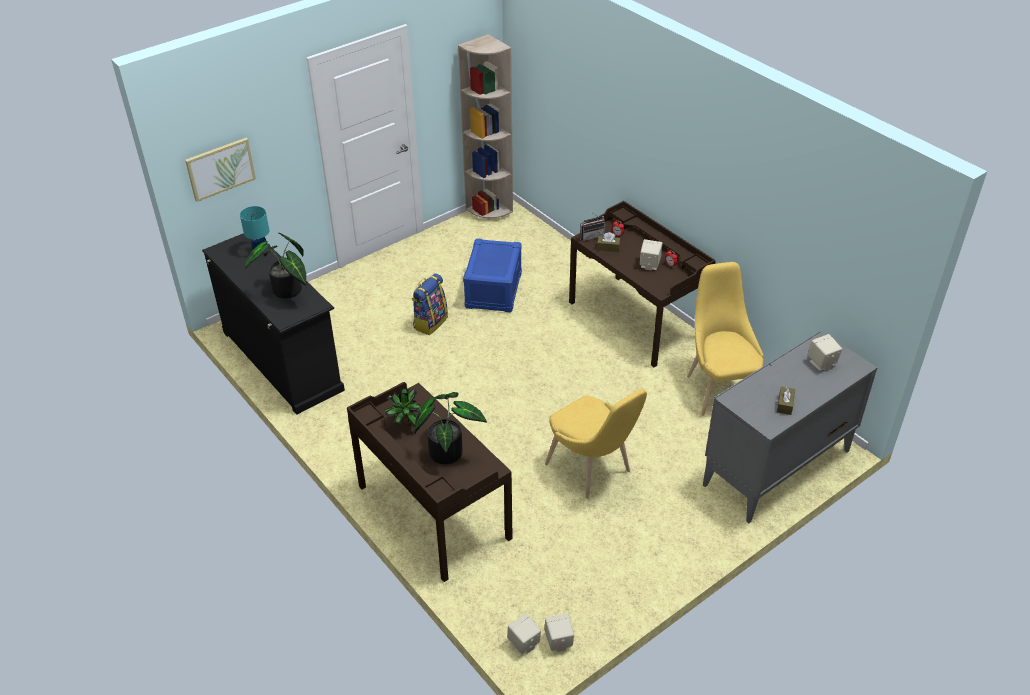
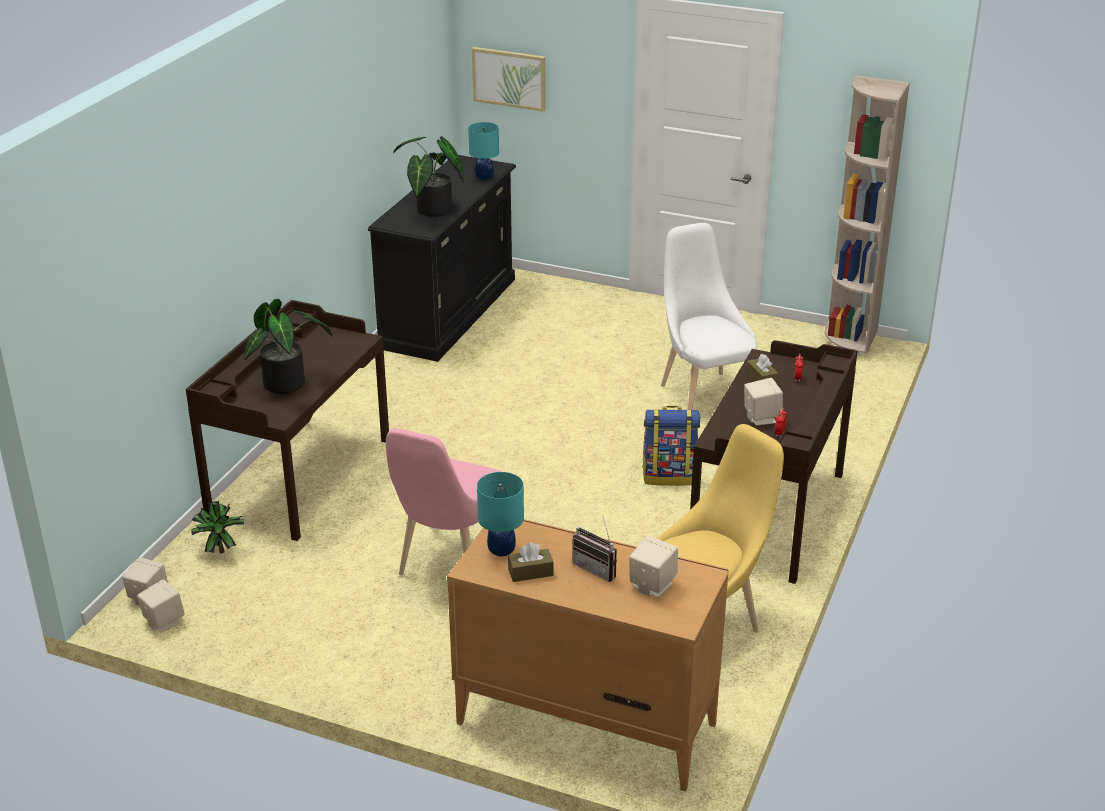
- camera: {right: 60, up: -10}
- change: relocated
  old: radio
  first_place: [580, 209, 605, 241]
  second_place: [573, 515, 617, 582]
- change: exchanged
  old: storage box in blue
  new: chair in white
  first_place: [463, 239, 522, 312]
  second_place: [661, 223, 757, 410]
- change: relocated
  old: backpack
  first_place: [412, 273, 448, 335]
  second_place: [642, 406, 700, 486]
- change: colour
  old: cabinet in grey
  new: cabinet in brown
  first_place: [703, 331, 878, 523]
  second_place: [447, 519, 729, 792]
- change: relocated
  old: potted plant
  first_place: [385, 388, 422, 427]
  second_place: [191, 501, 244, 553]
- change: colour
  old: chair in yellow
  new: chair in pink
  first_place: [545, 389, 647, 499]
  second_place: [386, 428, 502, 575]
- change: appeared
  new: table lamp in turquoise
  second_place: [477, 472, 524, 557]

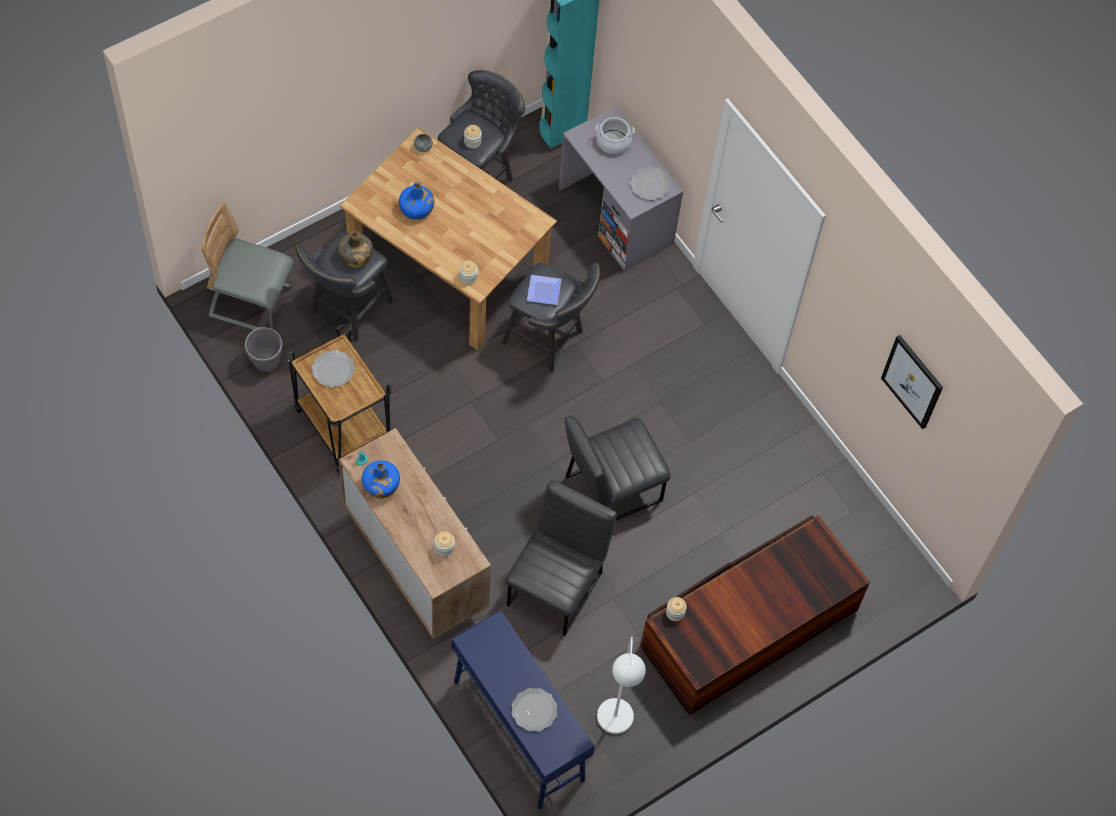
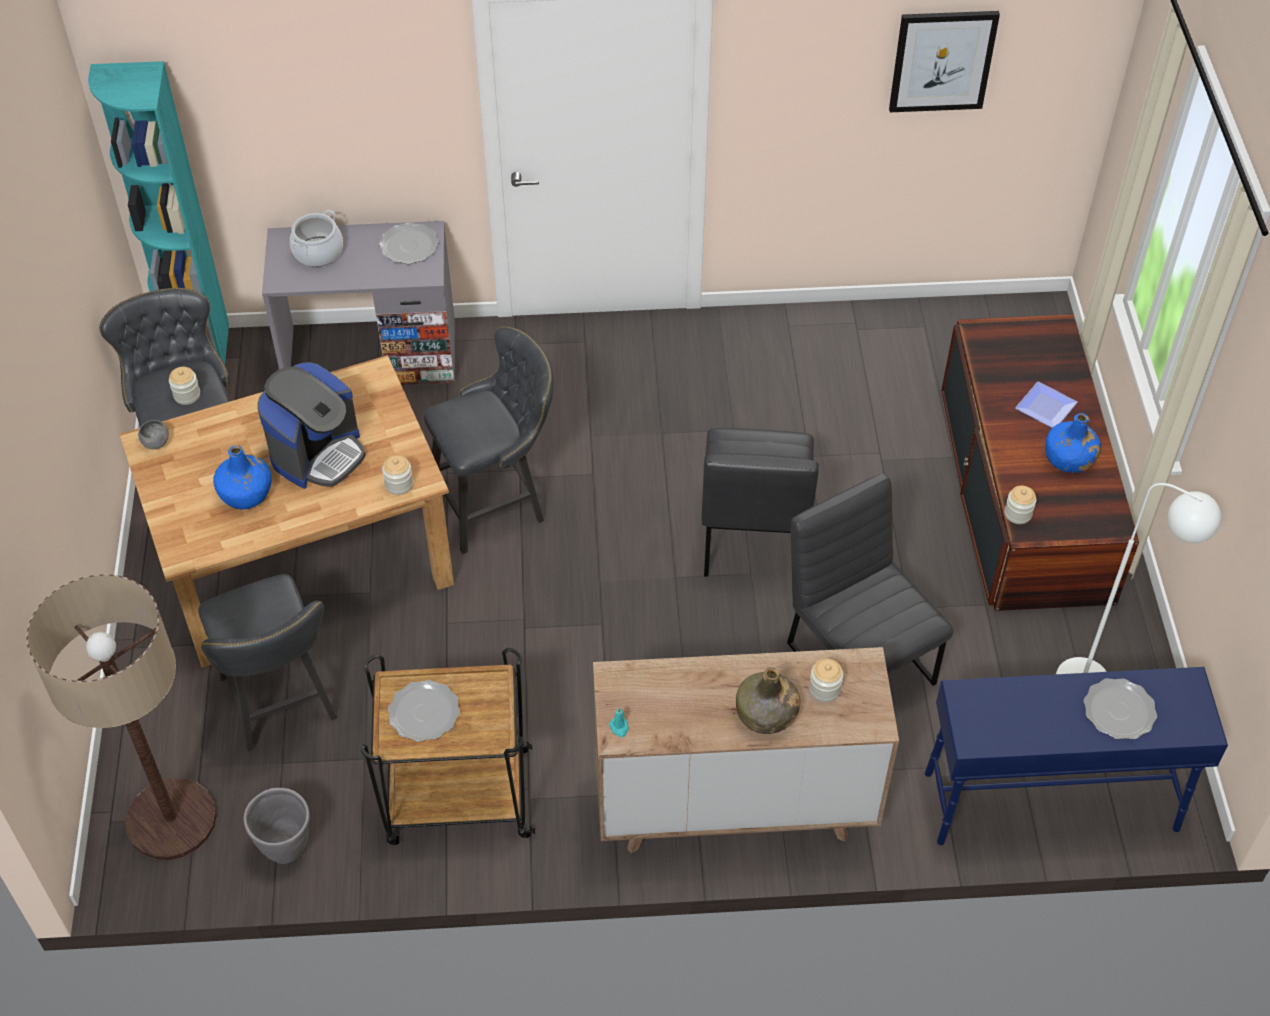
- camera: {right: -55, up: -10}
- change: exchanged
  old: chair in grey
  new: floor lamp
  first_place: [201, 202, 294, 330]
  second_place: [27, 574, 216, 860]
- change: relocated
  old: bottle in green
  first_place: [338, 231, 373, 268]
  second_place: [736, 667, 800, 734]
- change: relocated
  old: plate
  first_place: [527, 275, 562, 305]
  second_place: [1015, 381, 1078, 428]
- change: relocated
  old: bottle in blue
  first_place: [362, 460, 400, 498]
  second_place: [1045, 413, 1101, 473]
- change: appeared
  new: coffee machine
  second_place: [258, 362, 366, 489]

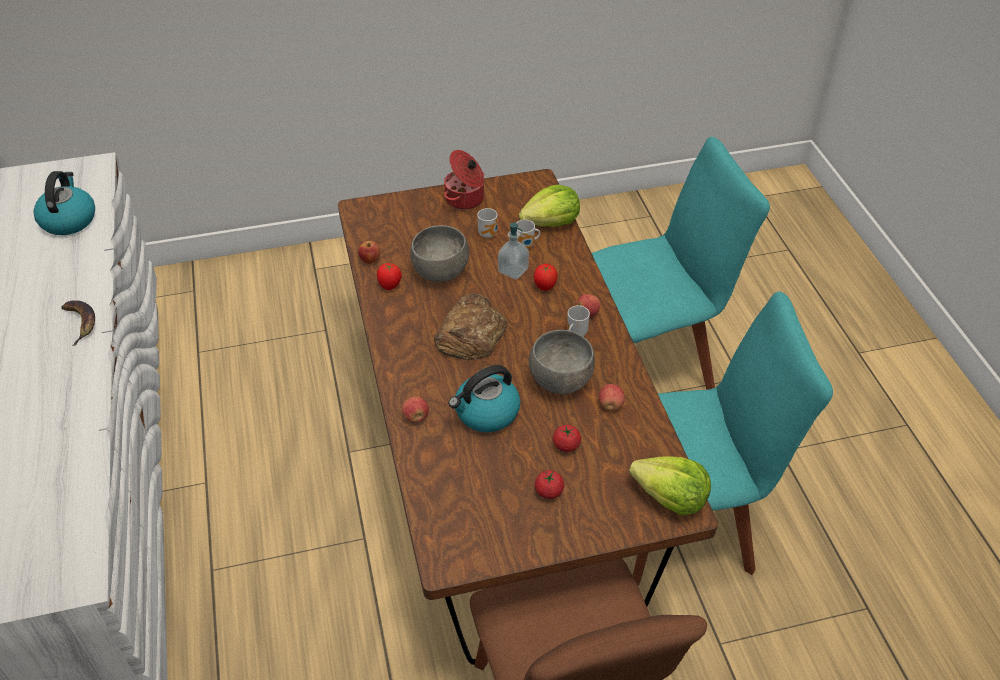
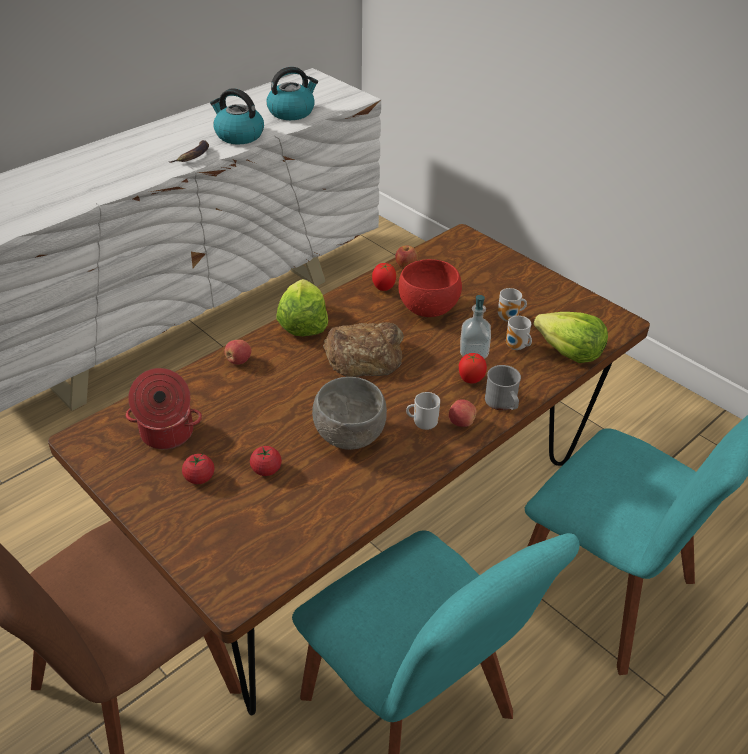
- camera: {right: 60, up: -5}
- change: relocated
  old: cooking pot
  first_place: [444, 150, 484, 210]
  second_place: [126, 368, 202, 449]
- change: colour
  old: bowl in grey
  new: bowl in red
  first_place: [410, 225, 469, 282]
  second_place: [399, 259, 462, 317]
- change: relocated
  old: kettle
  first_place: [448, 365, 521, 432]
  second_place: [210, 88, 264, 144]
- change: missing
  old: apple
  first_place: [599, 384, 625, 410]
- change: relocated
  old: lettuce
  first_place: [629, 456, 711, 516]
  second_place: [277, 279, 328, 336]
- change: appeared
  new: mug in grey
  second_place: [485, 365, 521, 411]

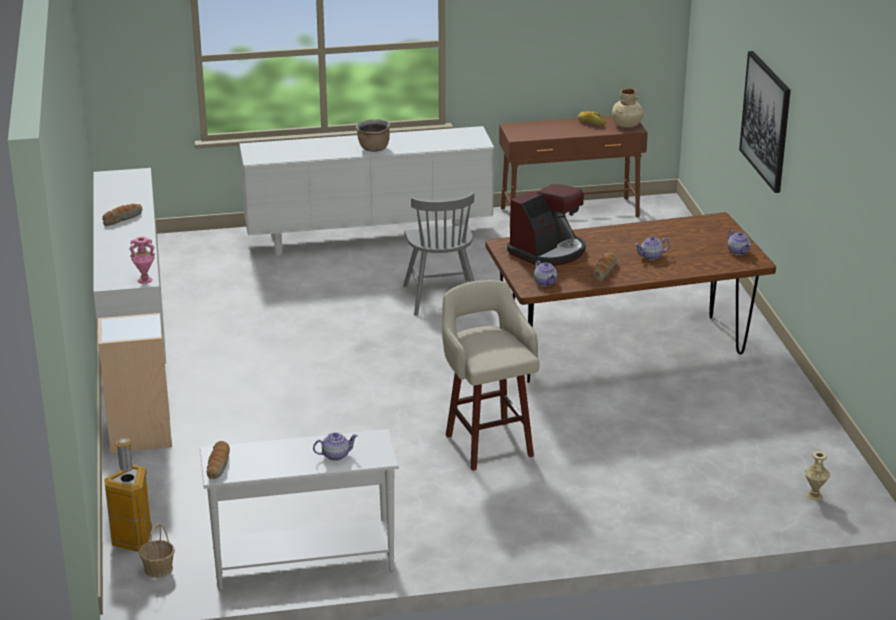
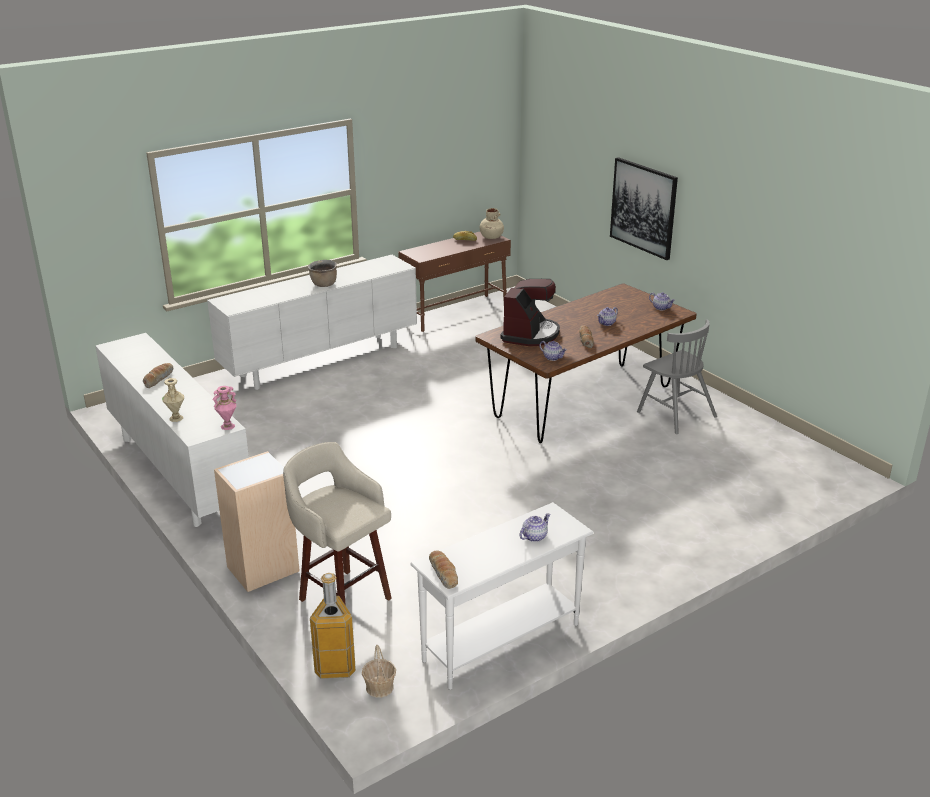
- camera: {right: -25, up: 0}
- change: relocated
  old: chair in grey
  first_place: [403, 192, 474, 316]
  second_place: [637, 319, 717, 434]
- change: relocated
  old: stool in beige
  first_place: [442, 280, 540, 471]
  second_place: [283, 442, 392, 606]
- change: relocated
  old: vase in beige
  first_place: [805, 450, 830, 501]
  second_place: [162, 378, 184, 422]

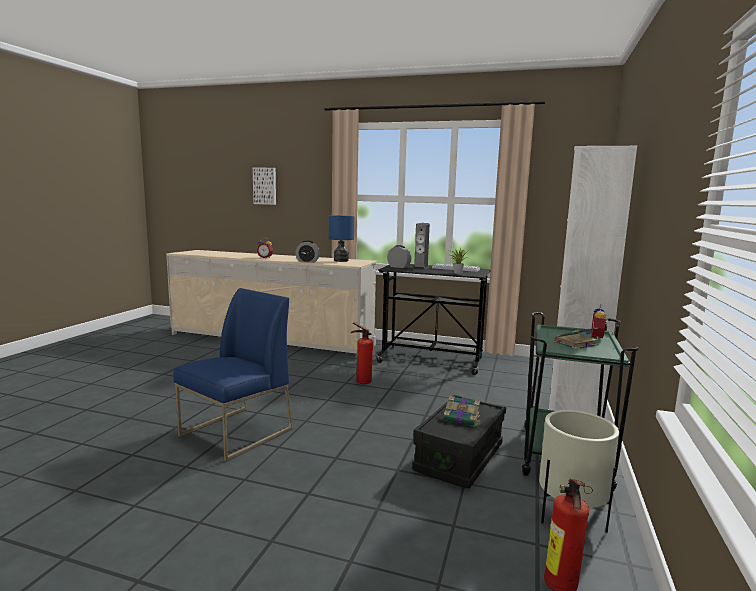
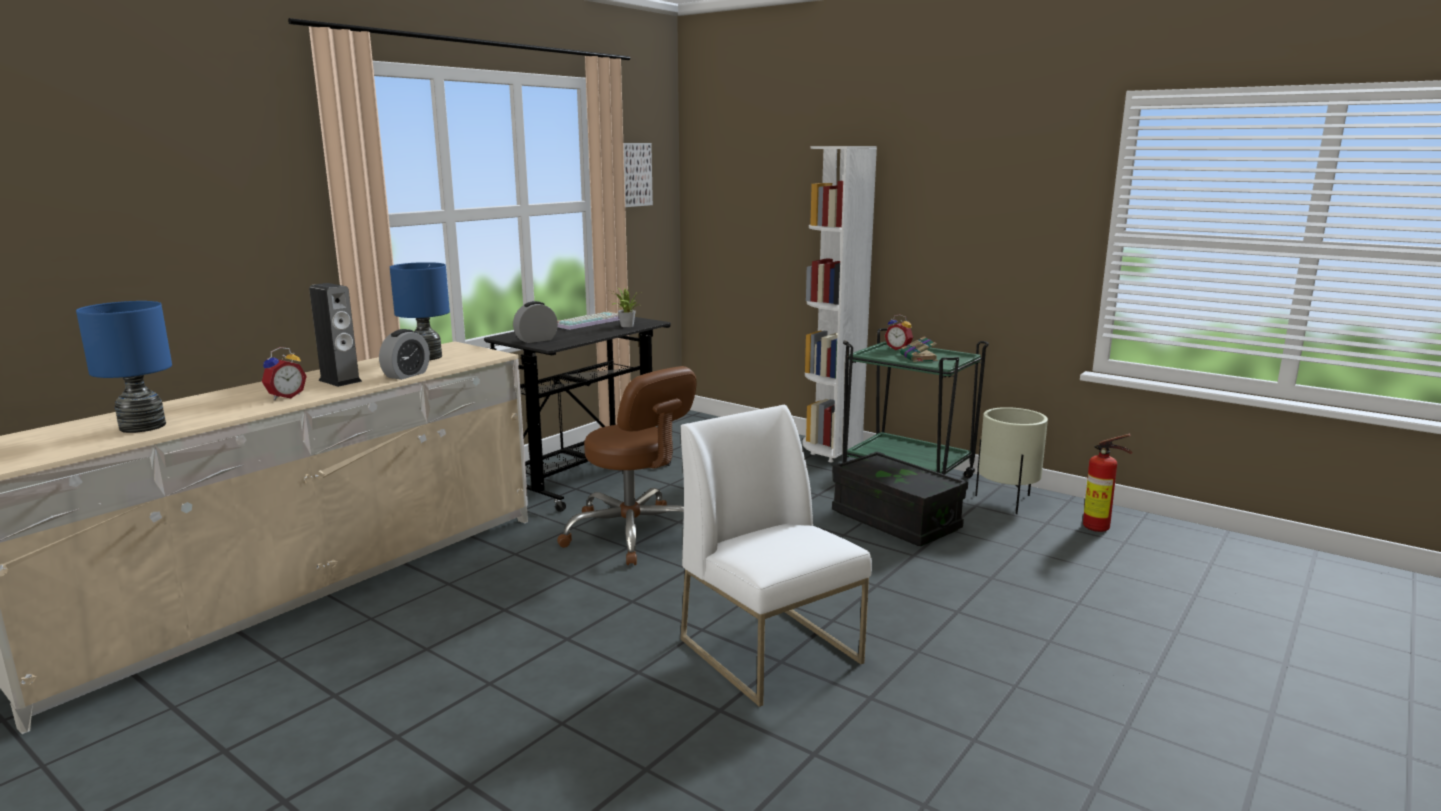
- camera: {right: -70, up: 5}
- change: relocated
  old: picture
  first_place: [253, 168, 276, 205]
  second_place: [623, 143, 653, 207]
- change: relocated
  old: speaker
  first_place: [413, 223, 430, 269]
  second_place: [309, 283, 362, 387]
- change: colour
  old: chair in blue
  new: chair in white
  first_place: [173, 288, 293, 462]
  second_place: [680, 405, 872, 707]
- change: exchanged
  old: fire extinguisher
  new: office chair in brown
  first_place: [351, 322, 373, 384]
  second_place: [557, 366, 697, 565]
- change: missing
  old: book
  first_place: [444, 396, 483, 426]
- change: appeared
  new: table lamp in blue
  second_place: [76, 301, 172, 433]

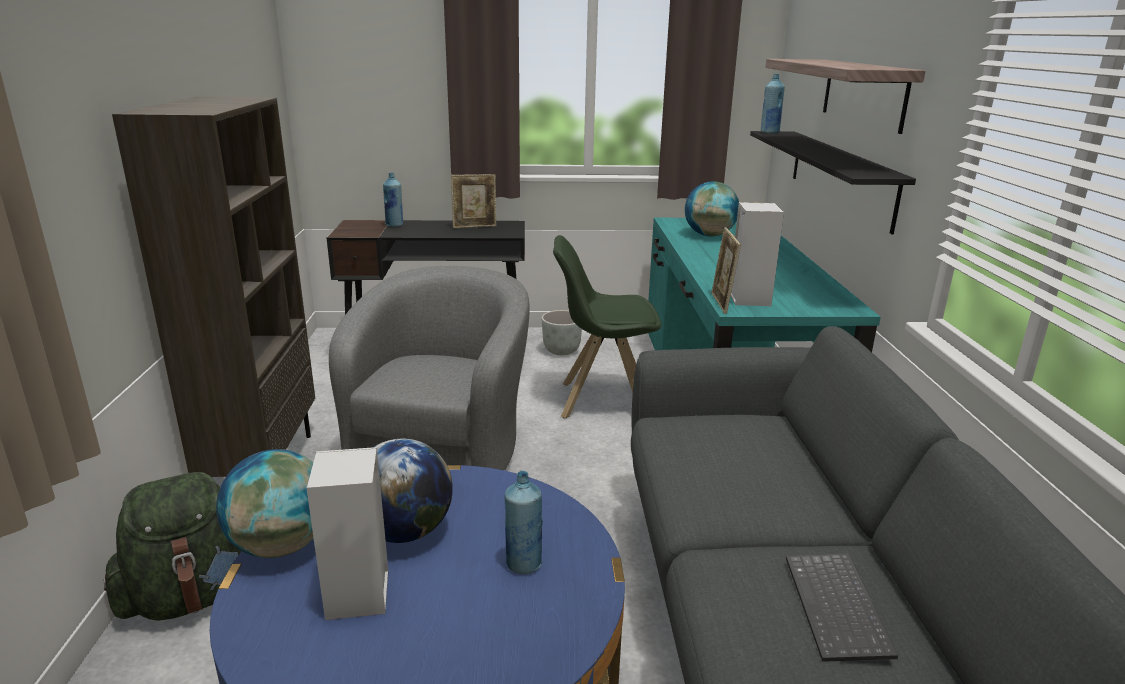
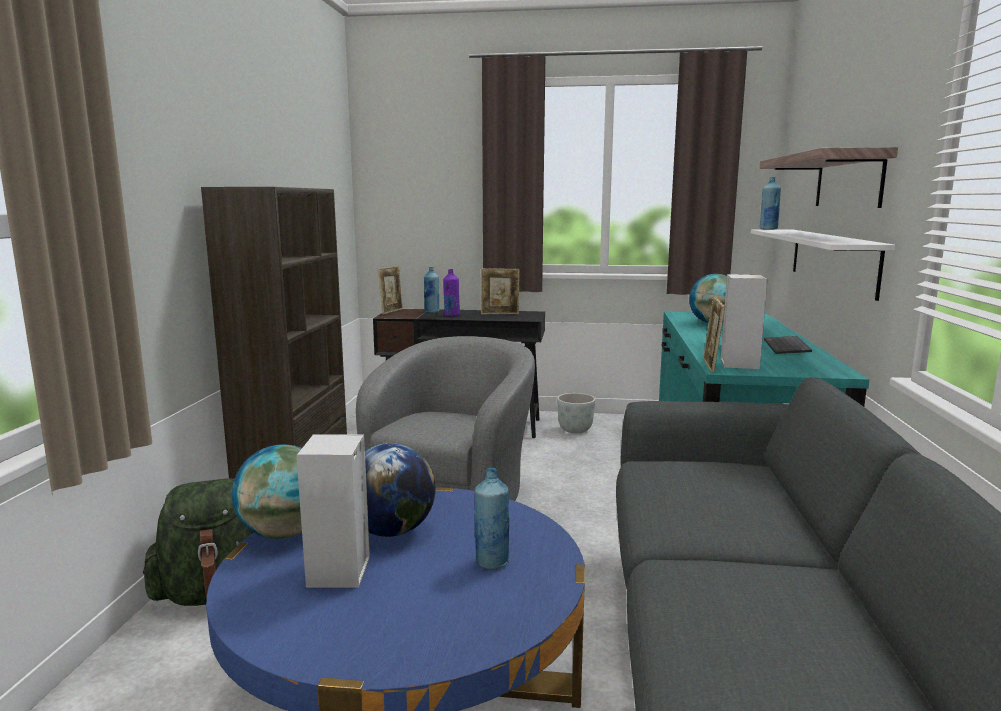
- camera: {right: 10, up: -10}
- change: colour
  old: shelf in black
  new: shelf in white
  first_place: [750, 131, 916, 235]
  second_place: [751, 229, 895, 301]
- change: missing
  old: chair in green
  first_place: [553, 235, 661, 418]
- change: relocated
  old: keyboard
  first_place: [786, 553, 898, 662]
  second_place: [764, 336, 812, 354]
- change: appeared
  new: picture frame
  second_place: [378, 266, 403, 314]
- change: appeared
  new: bottle in purple
  second_place: [443, 269, 460, 317]

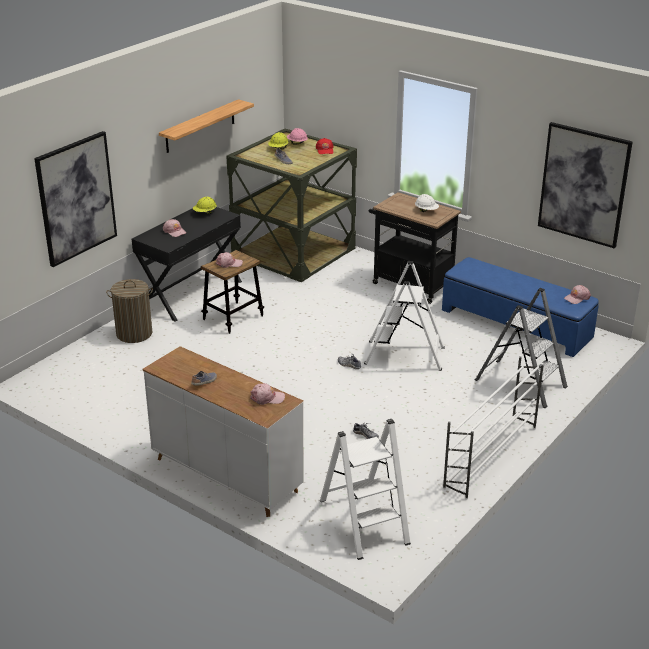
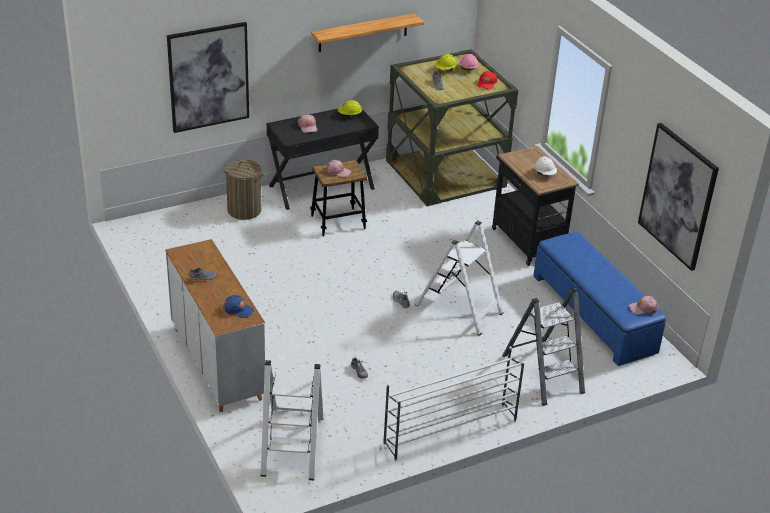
- camera: {right: 25, up: 5}
- change: colour
  old: cap in pink
  new: cap in blue
  first_place: [250, 383, 285, 405]
  second_place: [223, 295, 254, 318]

